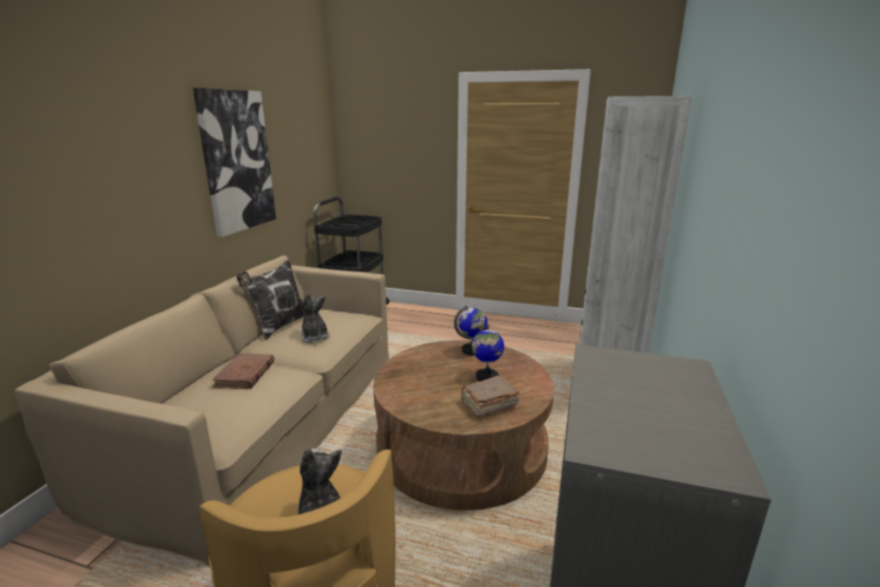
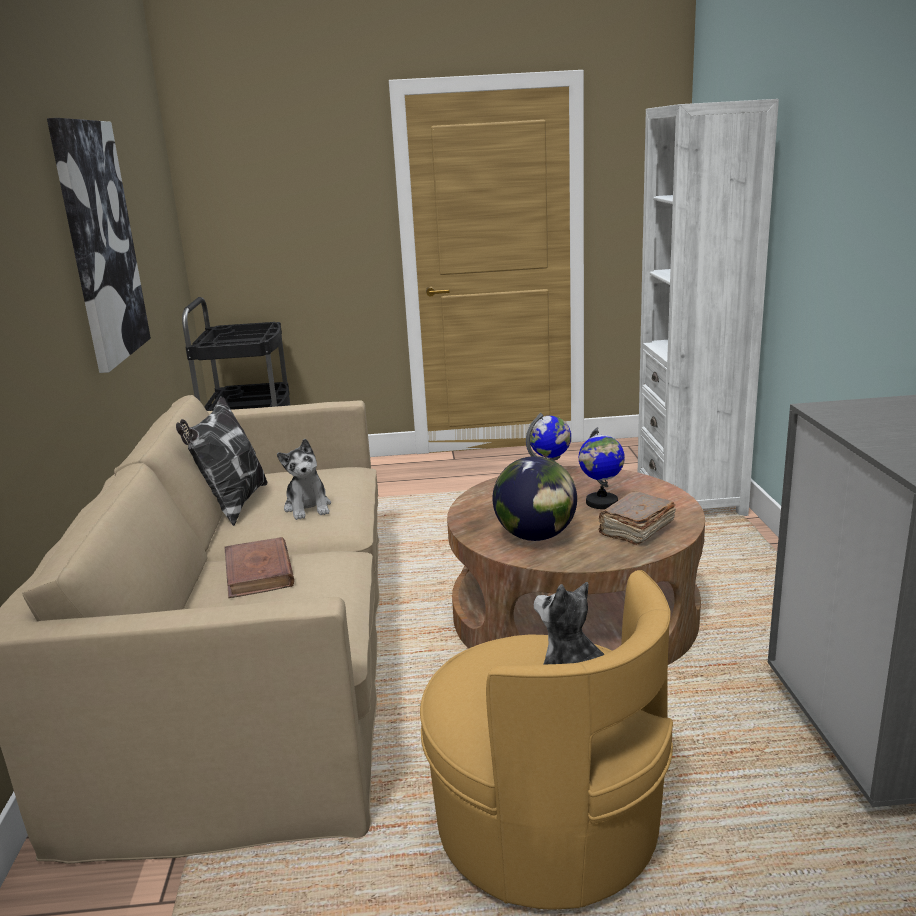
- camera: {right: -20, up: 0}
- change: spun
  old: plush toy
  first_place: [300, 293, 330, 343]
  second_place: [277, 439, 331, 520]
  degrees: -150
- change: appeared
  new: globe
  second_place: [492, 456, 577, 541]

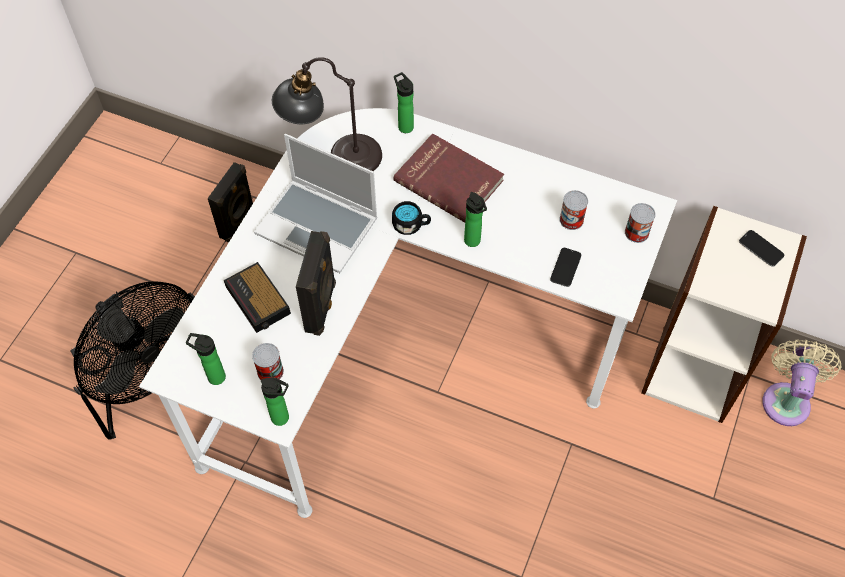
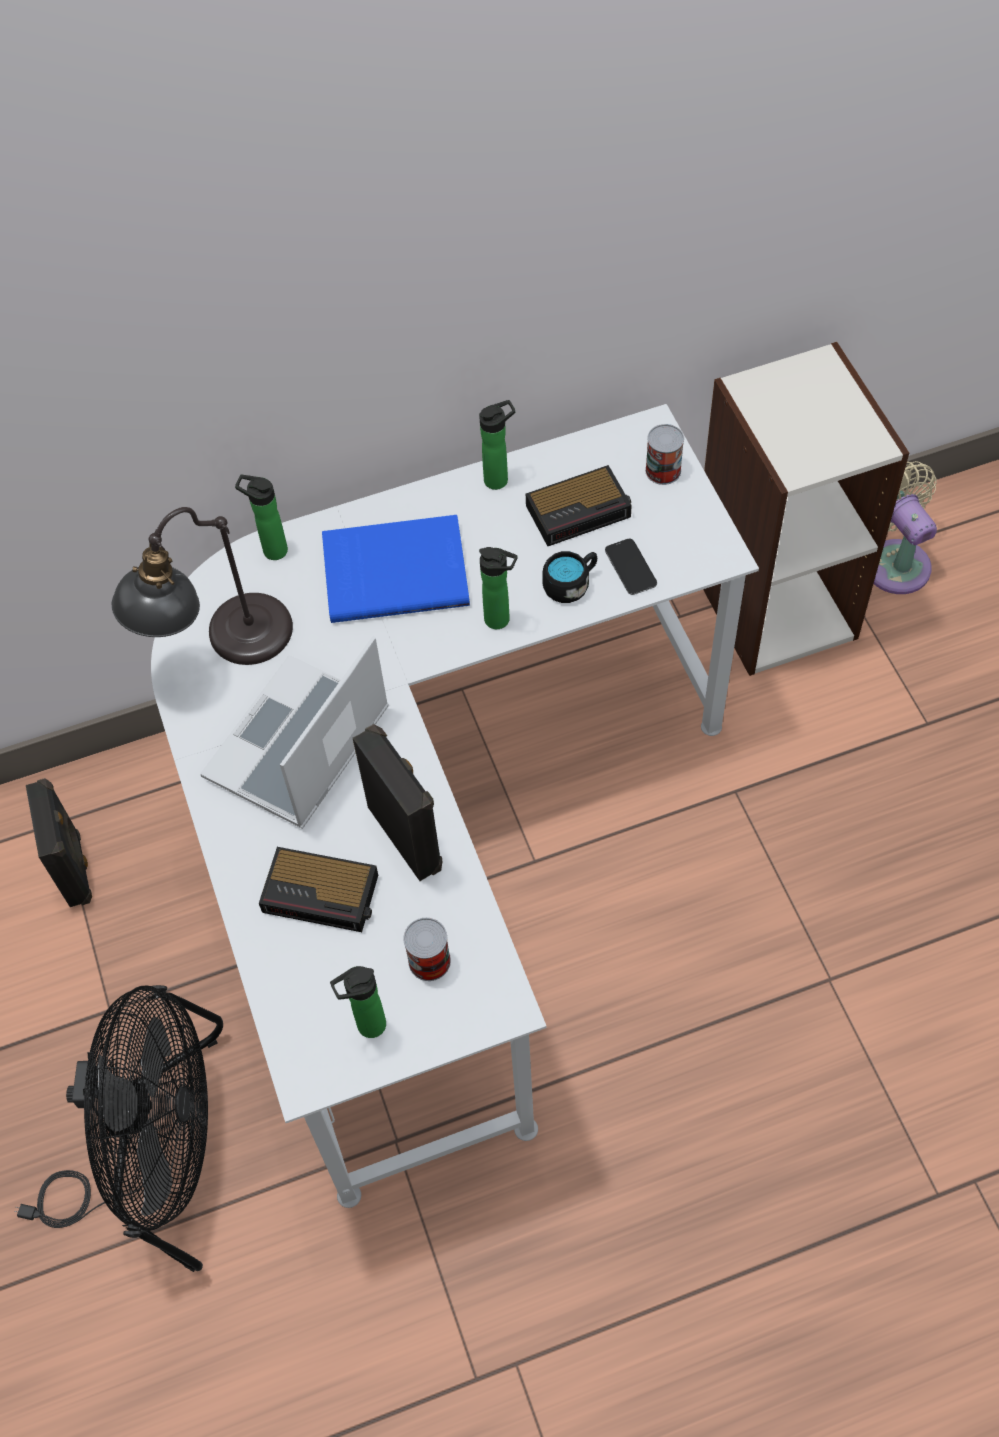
- camera: {right: -40, up: 0}
- change: colour
  old: book in red
  new: book in blue
  first_place: [393, 133, 504, 223]
  second_place: [322, 515, 470, 623]
- change: spun
  old: laptop
  first_place: [254, 134, 378, 273]
  second_place: [200, 636, 389, 829]
  degrees: 135
- change: exchanged
  old: can
  new: alarm clock
  first_place: [559, 190, 588, 230]
  second_place: [526, 465, 632, 546]
- change: relocated
  old: mug in black
  first_place: [392, 201, 431, 235]
  second_place: [542, 551, 597, 603]
- change: missing
  old: phone
  first_place: [739, 230, 784, 267]
- change: relocated
  old: bottle
  first_place: [261, 377, 289, 426]
  second_place: [479, 400, 515, 490]

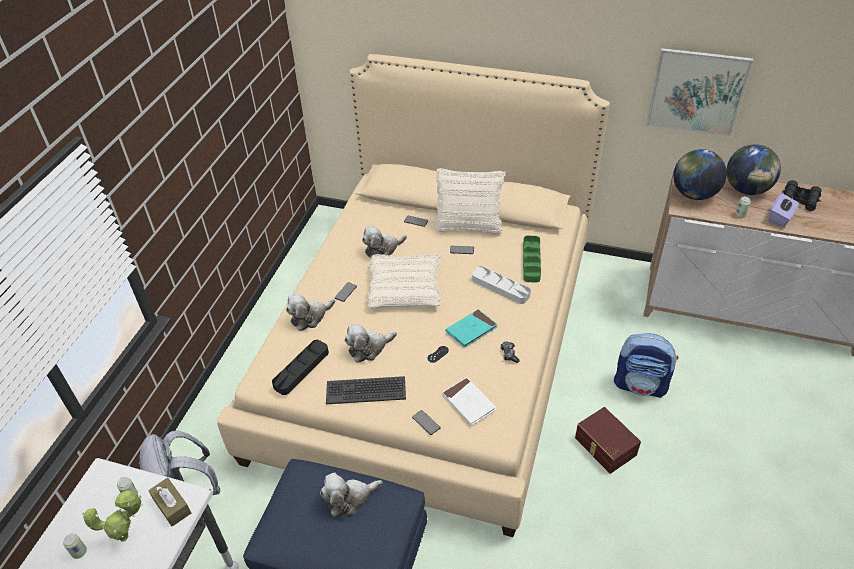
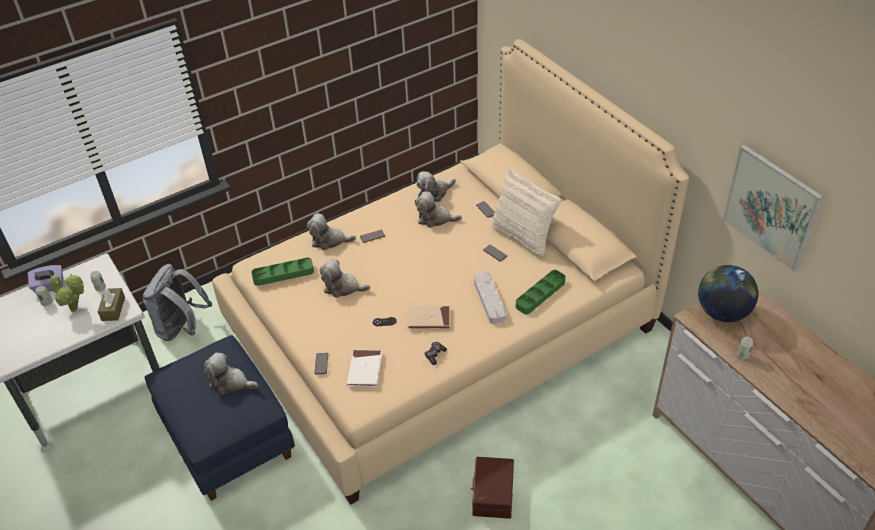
- camera: {right: 40, up: 0}
- change: missing
  old: globe
  first_place: [727, 144, 781, 195]
- change: missing
  old: binoculars in black
  first_place: [782, 180, 821, 211]
- change: relocated
  old: tissue box in purple
  first_place: [769, 193, 799, 227]
  second_place: [28, 265, 63, 292]
- change: missing
  old: pillow in beige
  first_place: [367, 253, 442, 308]
- change: colour
  old: book in turquoise
  new: book in beige
  first_place: [446, 309, 497, 348]
  second_place: [407, 306, 450, 329]
- change: missing
  old: backpack
  first_place: [614, 334, 678, 398]
- change: colour
  old: tray in black
  new: tray in green
  first_place: [272, 340, 329, 395]
  second_place: [251, 258, 314, 286]
- change: missing
  old: keyboard
  first_place: [326, 376, 406, 404]
- change: appeared
  new: plush toy
  second_place: [416, 171, 456, 202]

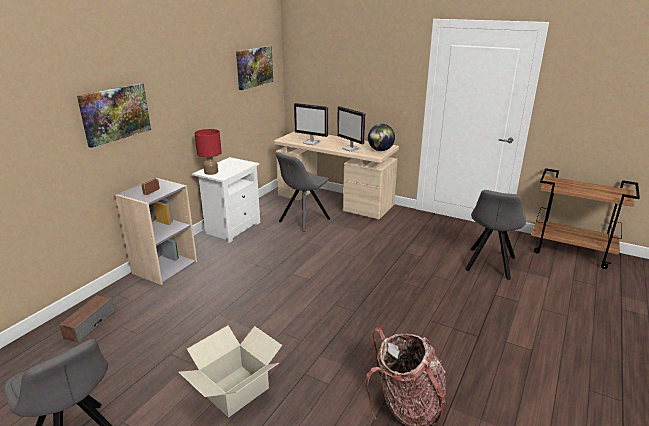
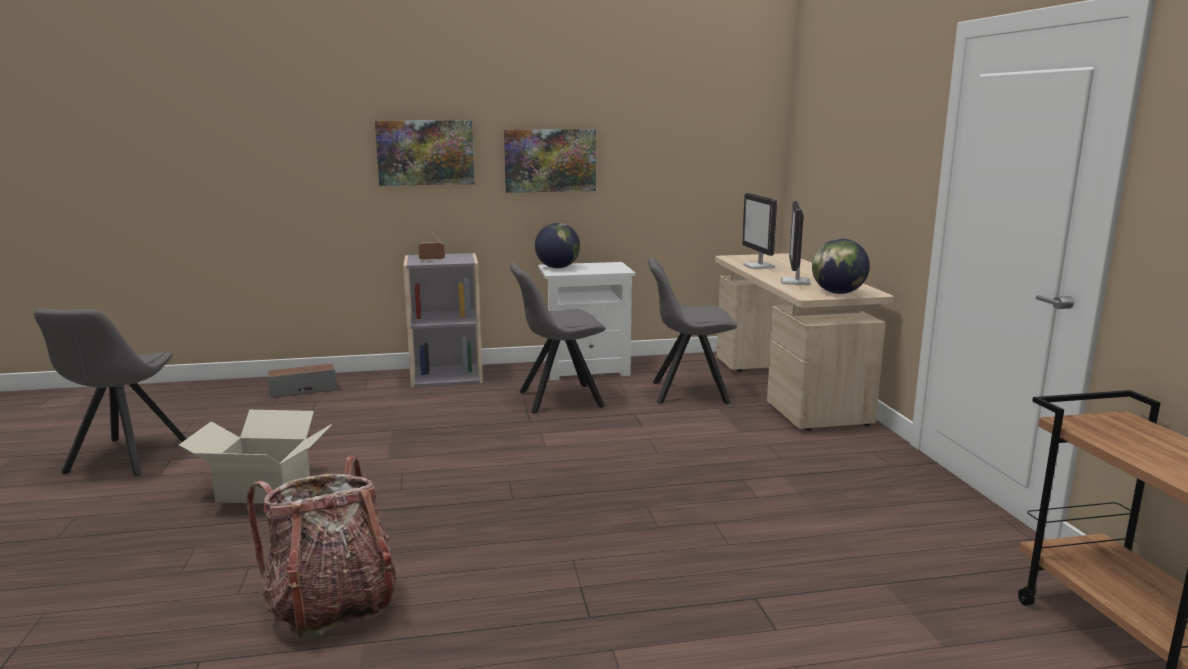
- camera: {right: 50, up: -10}
- change: relocated
  old: picture
  first_place: [236, 46, 273, 90]
  second_place: [504, 129, 596, 193]
- change: exchanged
  old: table lamp in red
  new: globe
  first_place: [195, 129, 222, 175]
  second_place: [535, 223, 580, 268]
- change: relocated
  old: chair in grey
  first_place: [465, 190, 526, 280]
  second_place: [510, 263, 606, 414]

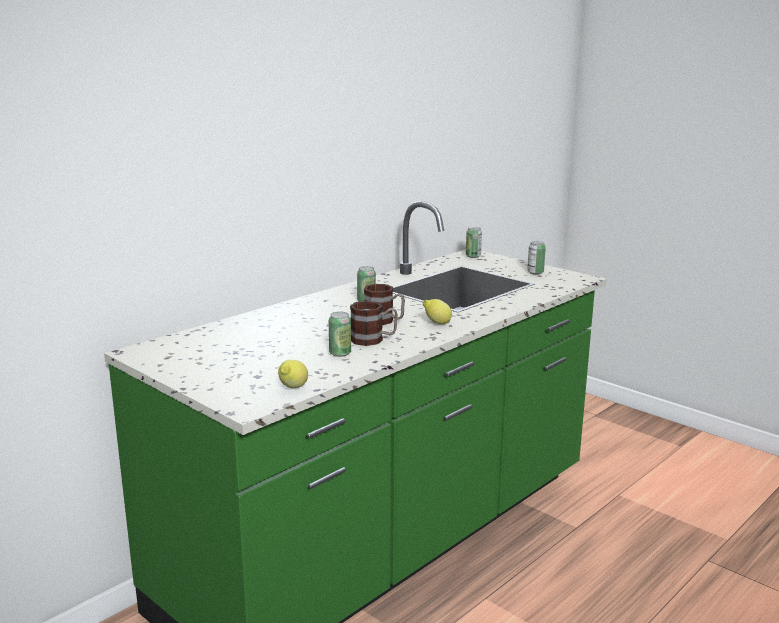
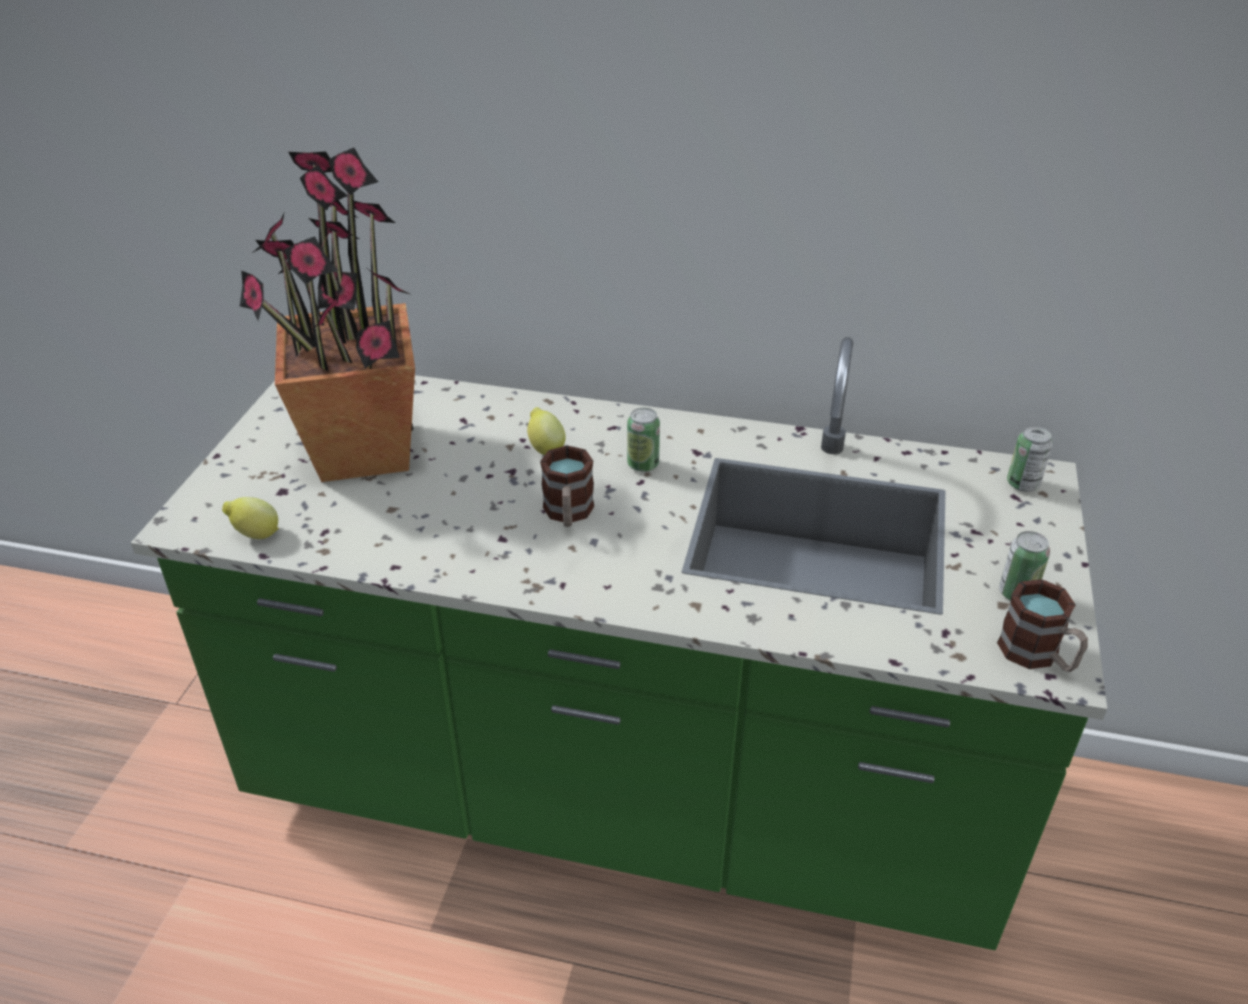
- camera: {right: 60, up: 20}
- change: relocated
  old: lemon
  first_place: [423, 299, 452, 324]
  second_place: [527, 407, 566, 455]
- change: relocated
  old: mug
  first_place: [350, 301, 398, 346]
  second_place: [997, 579, 1088, 672]
- change: missing
  old: can
  first_place: [329, 312, 351, 357]
- change: appeared
  new: potted plant
  second_place: [240, 148, 415, 482]

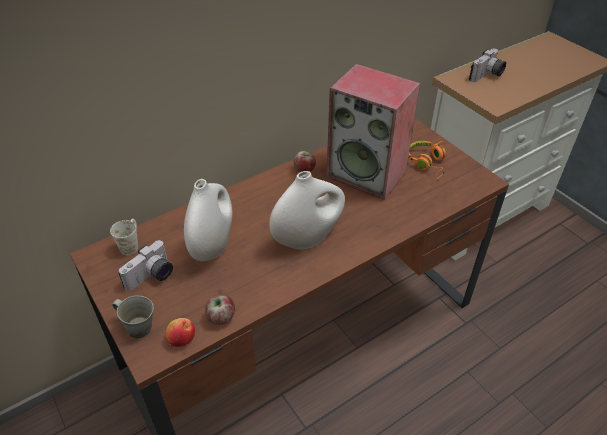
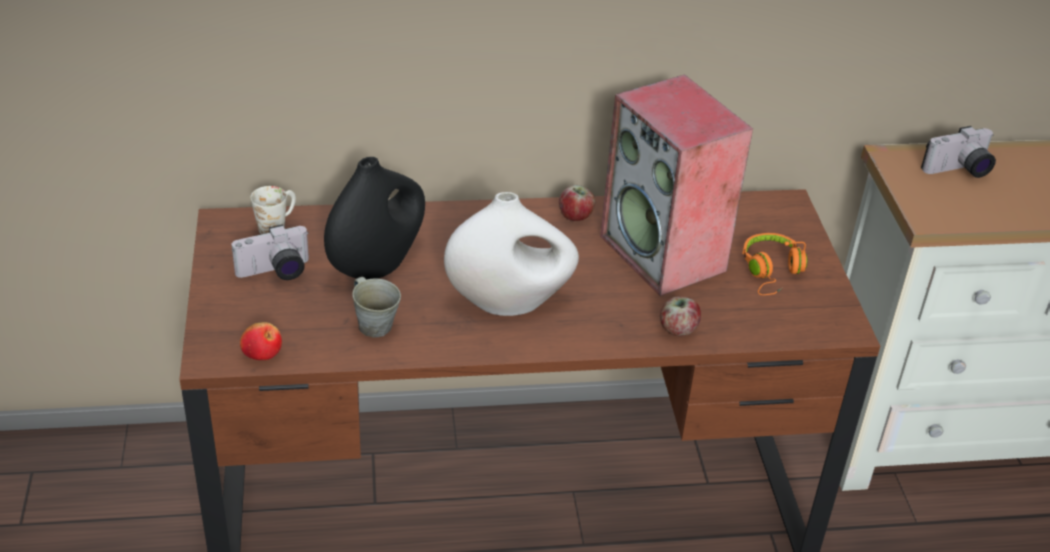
- camera: {right: 25, up: -5}
- change: colour
  old: vase in white
  new: vase in black
  first_place: [184, 179, 233, 261]
  second_place: [324, 157, 425, 280]
- change: relocated
  old: mug in grey
  first_place: [112, 295, 154, 338]
  second_place: [352, 277, 401, 338]
- change: relocated
  old: apple
  first_place: [205, 295, 235, 325]
  second_place: [660, 296, 701, 336]

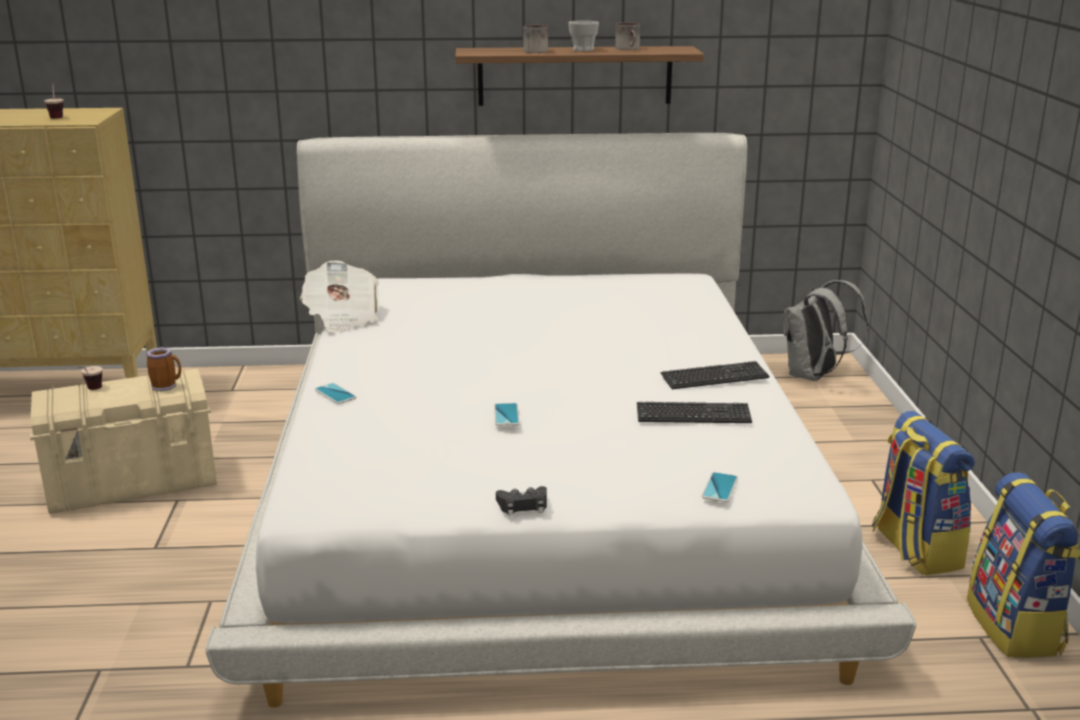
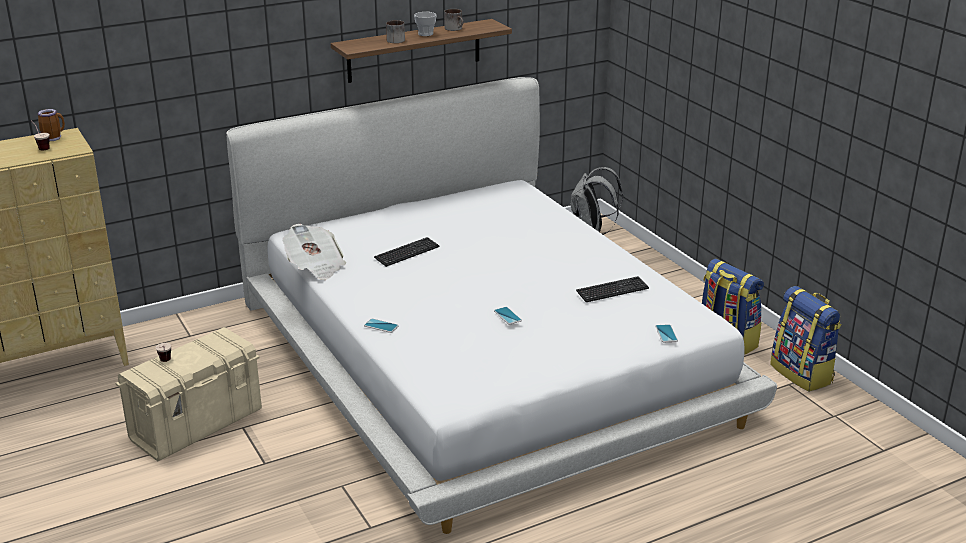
- camera: {right: -25, up: 5}
- change: relocated
  old: mug
  first_place: [146, 347, 181, 391]
  second_place: [37, 109, 65, 141]
- change: relocated
  old: keyboard
  first_place: [661, 361, 769, 389]
  second_place: [374, 237, 440, 267]
- change: missing
  old: game controller in black
  first_place: [496, 486, 547, 516]

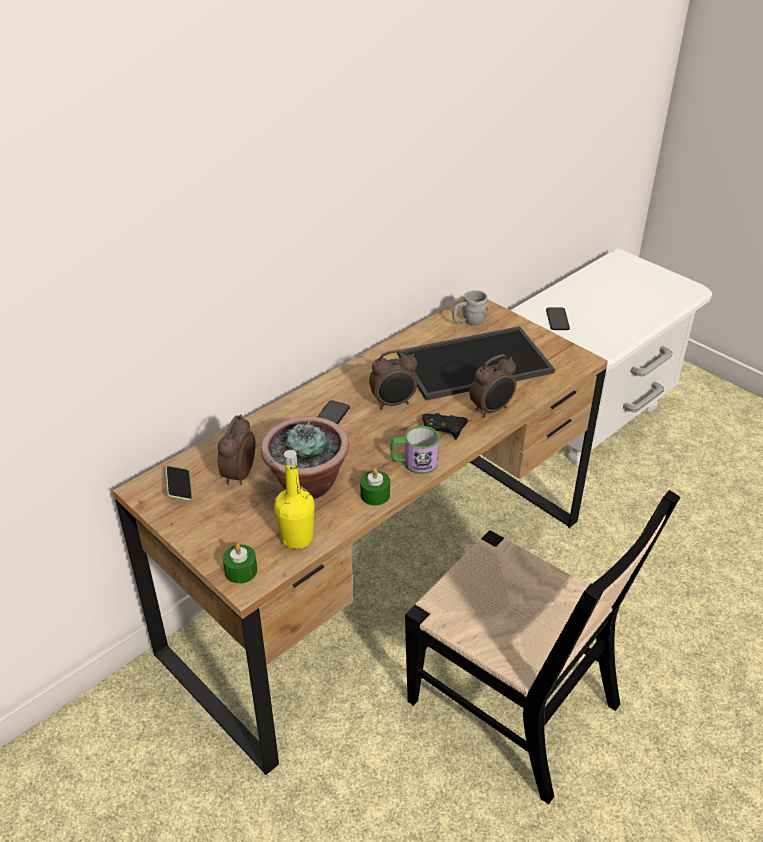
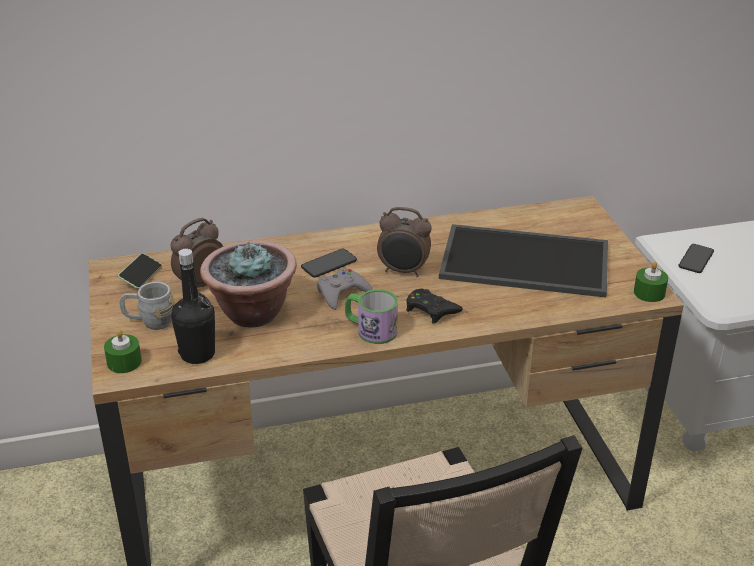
- camera: {right: 30, up: -5}
- change: relocated
  old: mug in grey
  first_place: [452, 290, 489, 325]
  second_place: [120, 282, 175, 330]
- change: missing
  old: alarm clock
  first_place: [469, 354, 516, 418]
- change: colour
  old: bottle in yellow
  new: bottle in black
  first_place: [274, 450, 315, 549]
  second_place: [171, 249, 215, 364]
- change: relocated
  old: candle in green
  first_place: [360, 468, 390, 506]
  second_place: [634, 262, 668, 302]
- change: appeared
  new: game controller in grey
  second_place: [317, 268, 372, 310]

